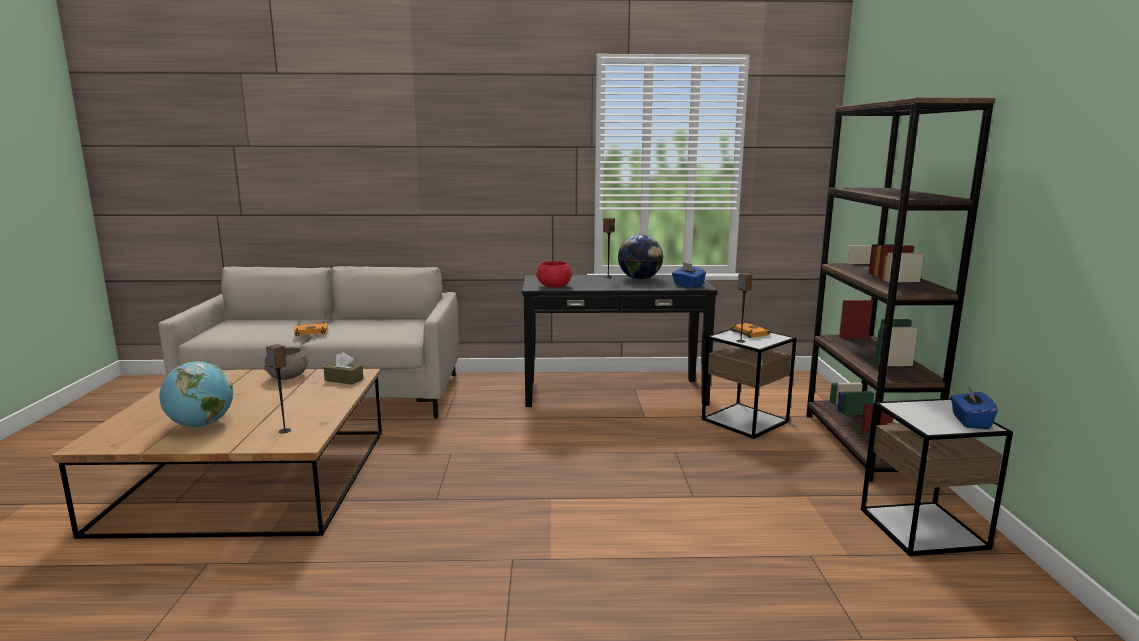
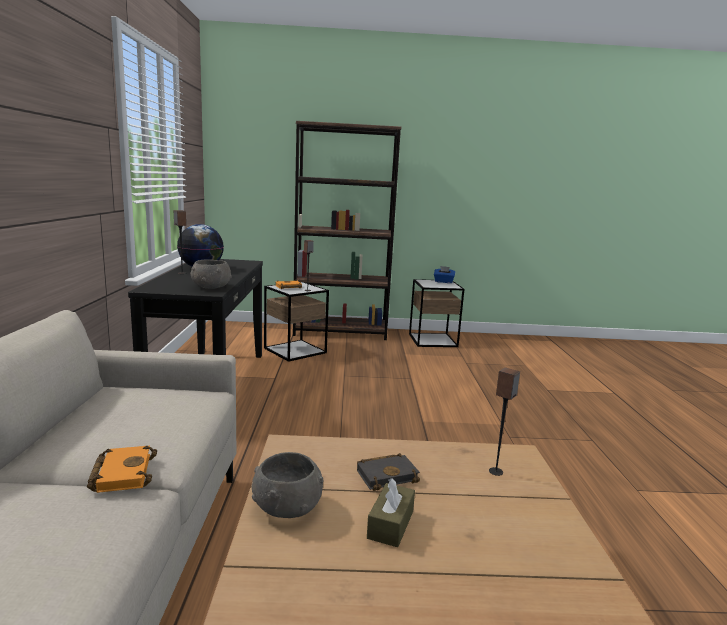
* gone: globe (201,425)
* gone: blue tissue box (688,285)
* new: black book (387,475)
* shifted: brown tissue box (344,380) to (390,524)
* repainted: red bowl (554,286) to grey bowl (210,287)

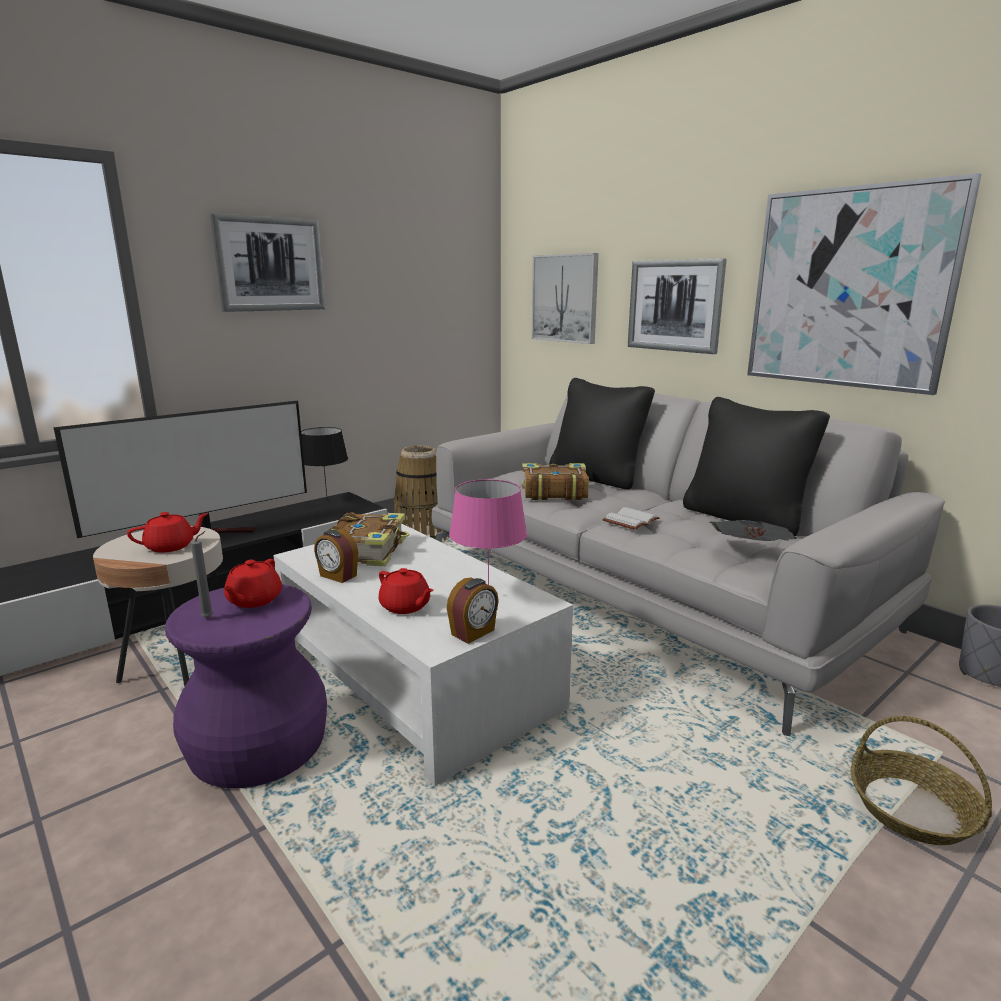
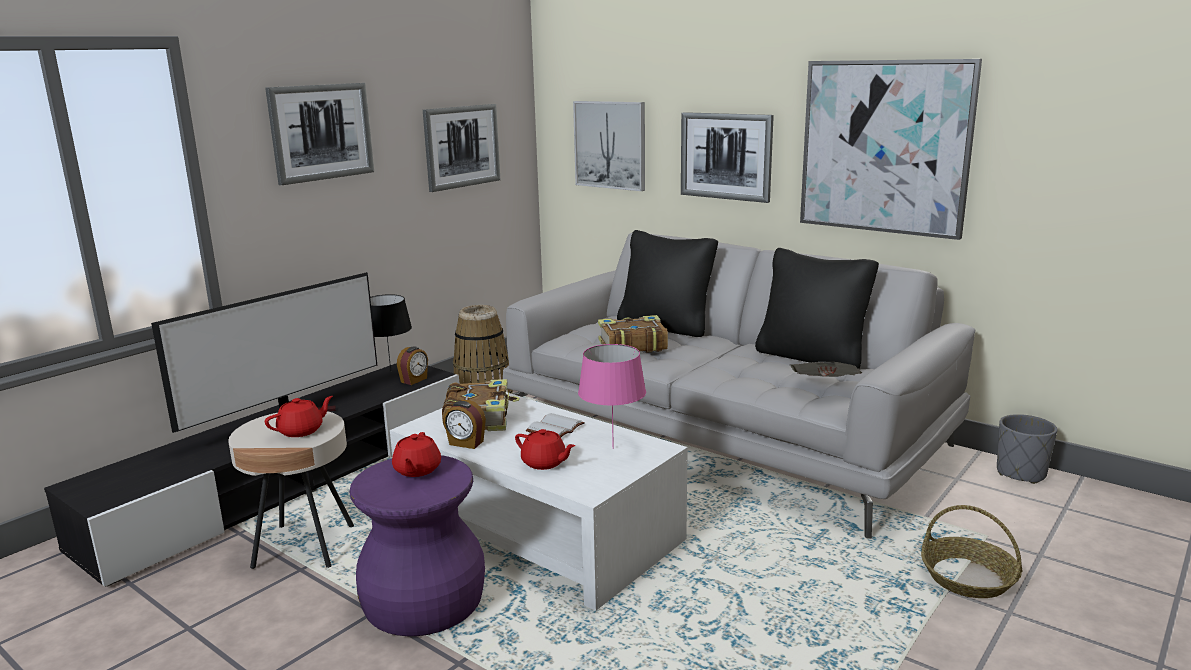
* gone: grey candle (209,618)
* new: picture (462,146)
* shifted: alarm clock (473,633) to (414,380)
* shifted: white book (631,521) to (556,429)

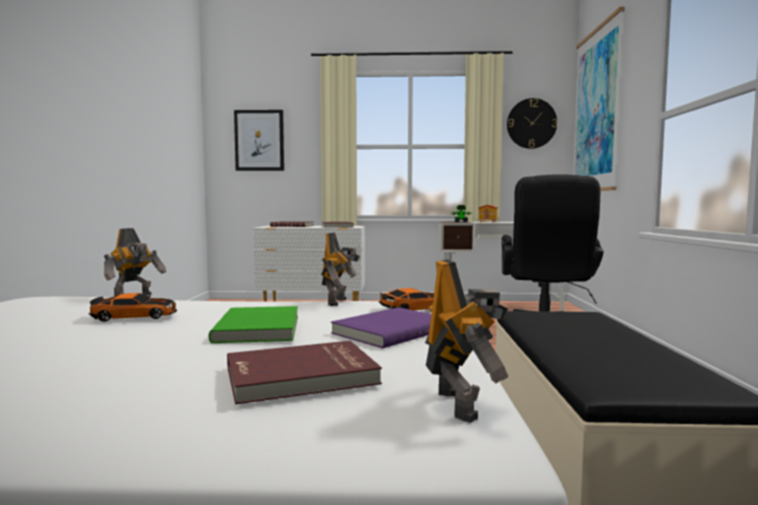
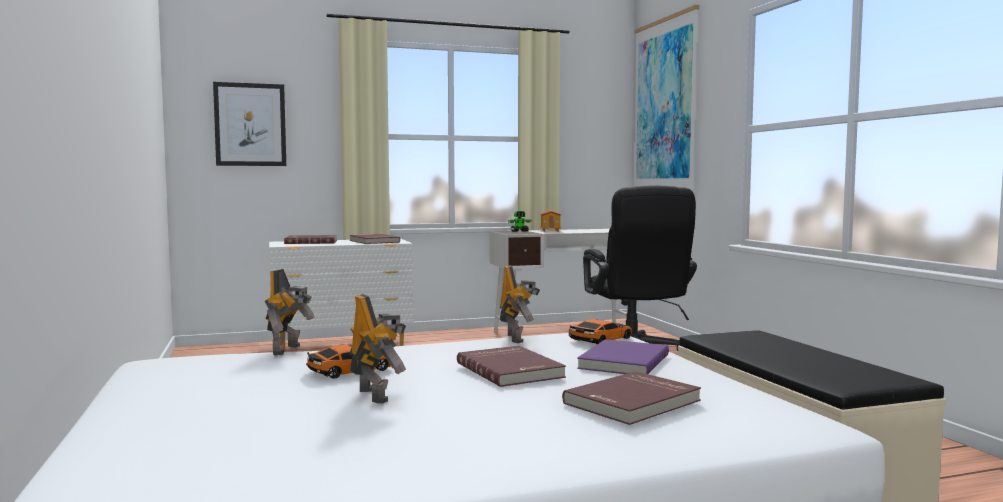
* gone: wall clock (531,123)
* shifted: toy robot (460,404) to (376,395)
* repainted: green book (260,328) to red book (511,370)

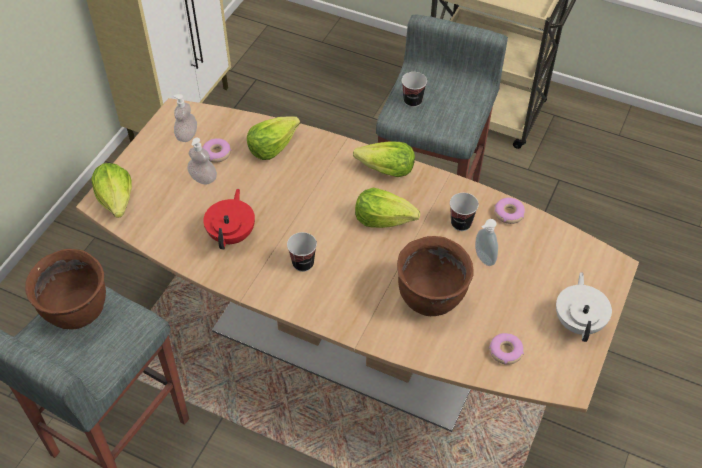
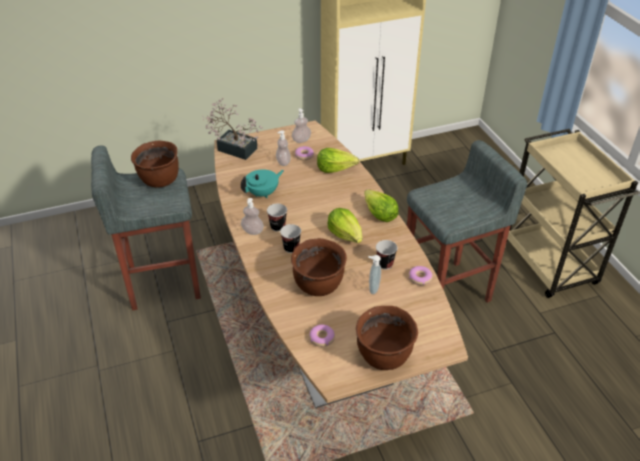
* new: soap dispenser (252,231)
* shifted: cup (412,101) to (291,248)
* swapped: lettuce (117,200) to potted plant (234,148)
* swapped: white teapot (579,322) to brown cooking pot (384,357)
* repainted: red teapot (232,234) to turquoise teapot (263,193)

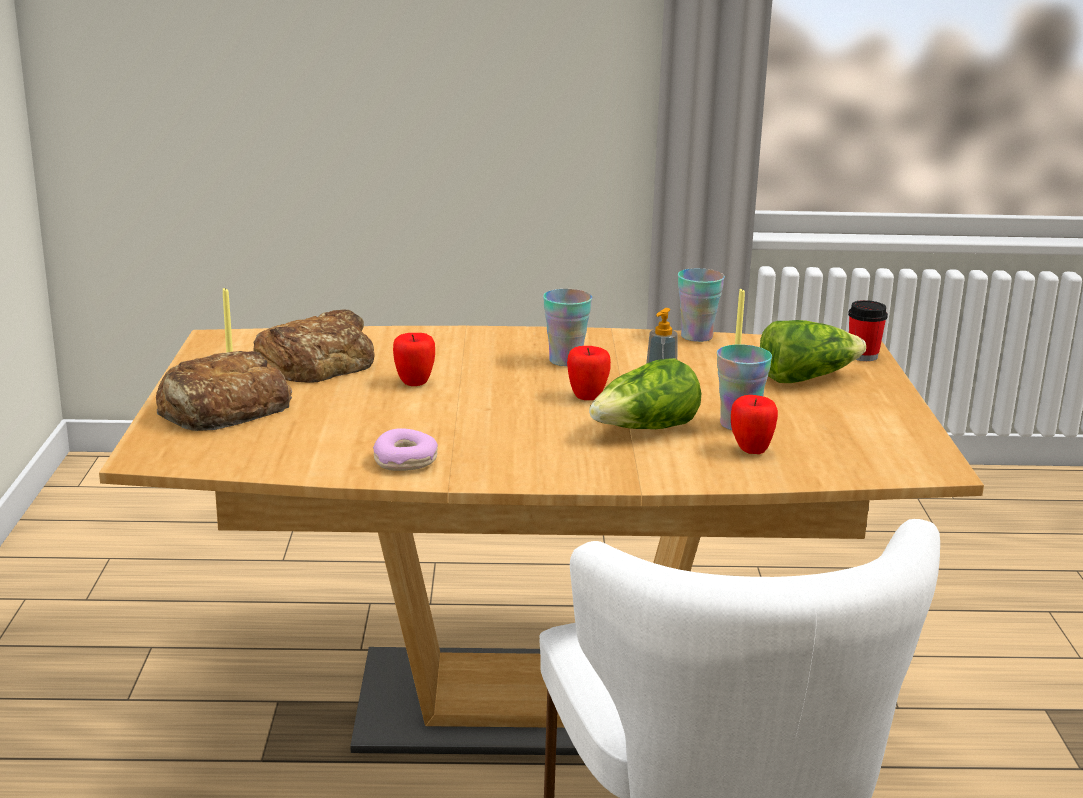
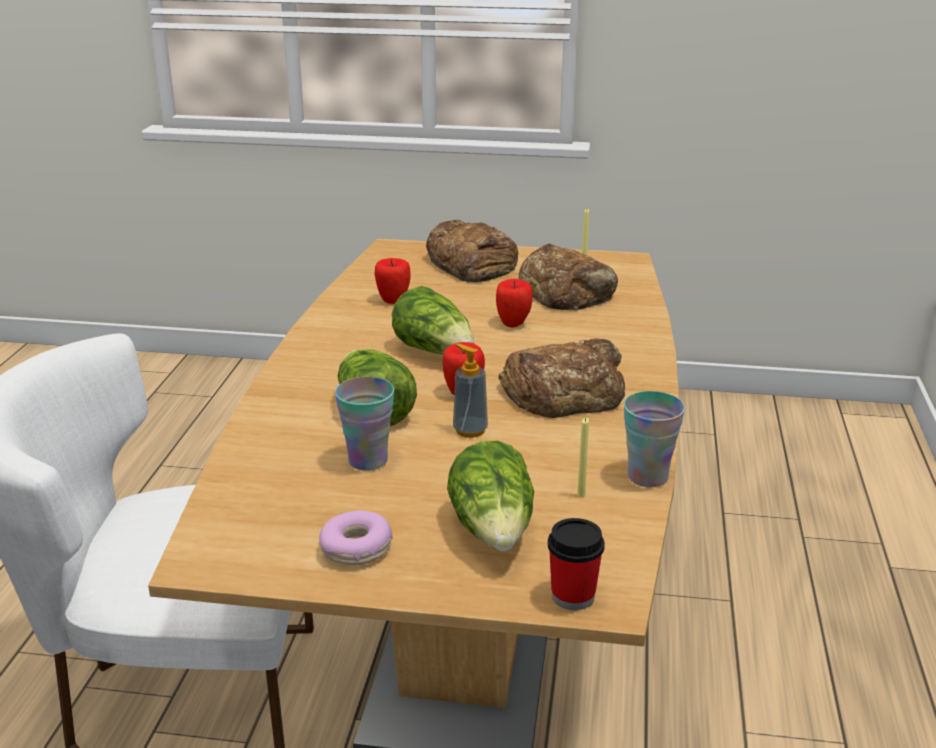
* new: lettuce (435,351)
* shifted: donut (405,461) to (356,549)
* shifted: apple (751,450) to (393,300)
* swapped: cup (565,361) to bread (565,391)

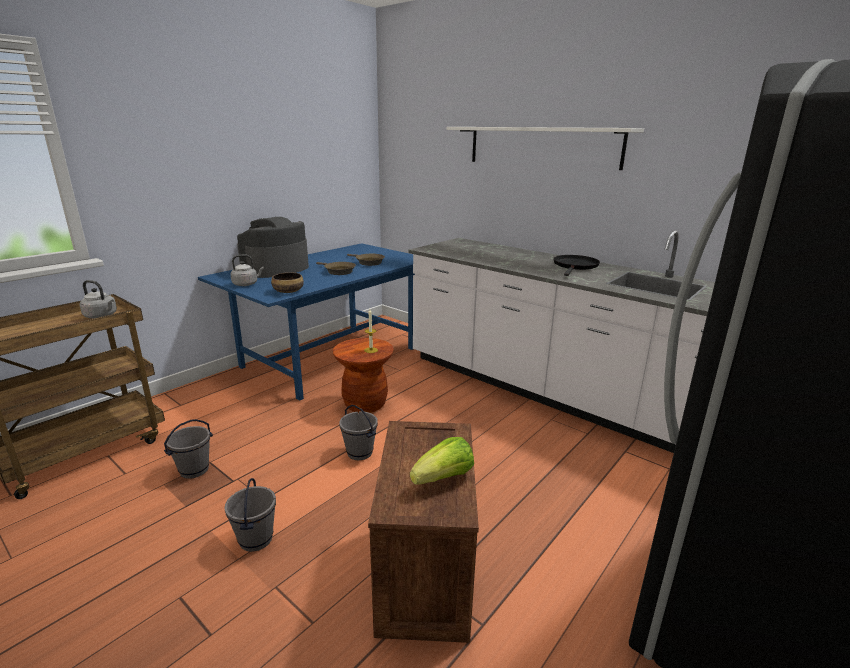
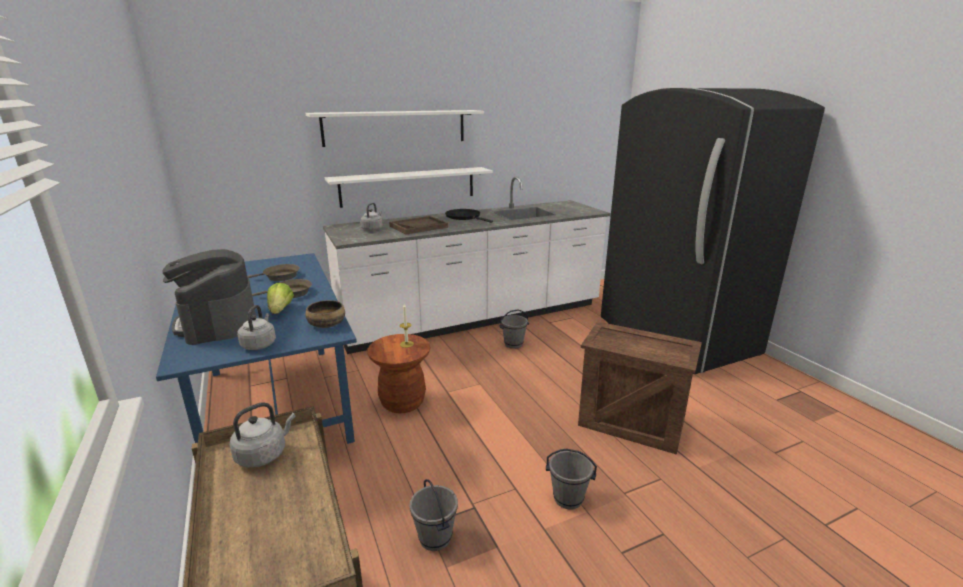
* new: white shelf (408,186)
* new: grey kettle (373,229)
* new: brown tray (418,226)
* shifted: grey bucket (360,453) to (513,344)
* shifted: lettuce (444,478) to (280,310)

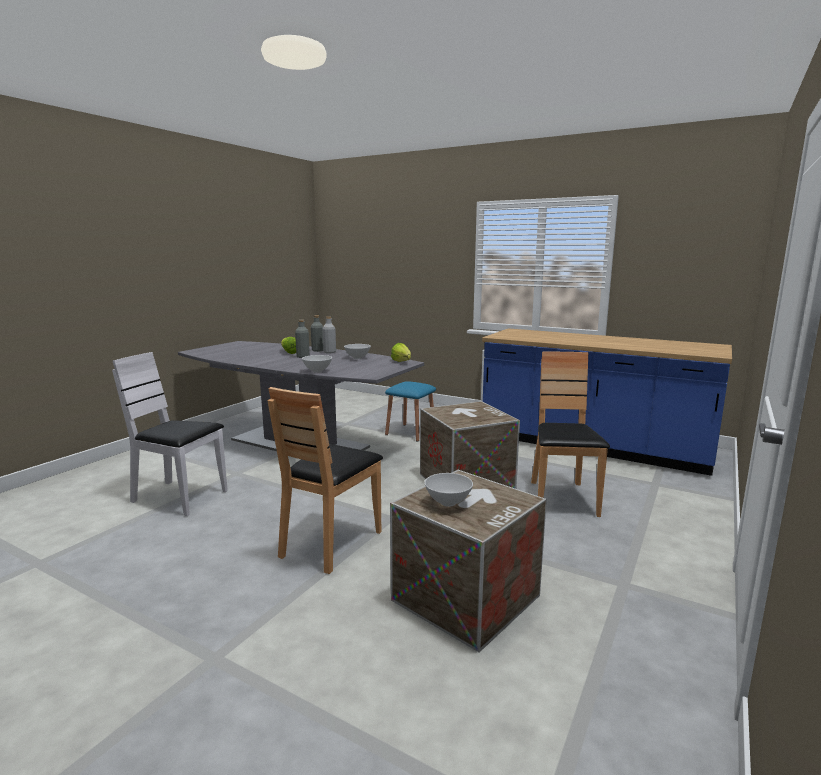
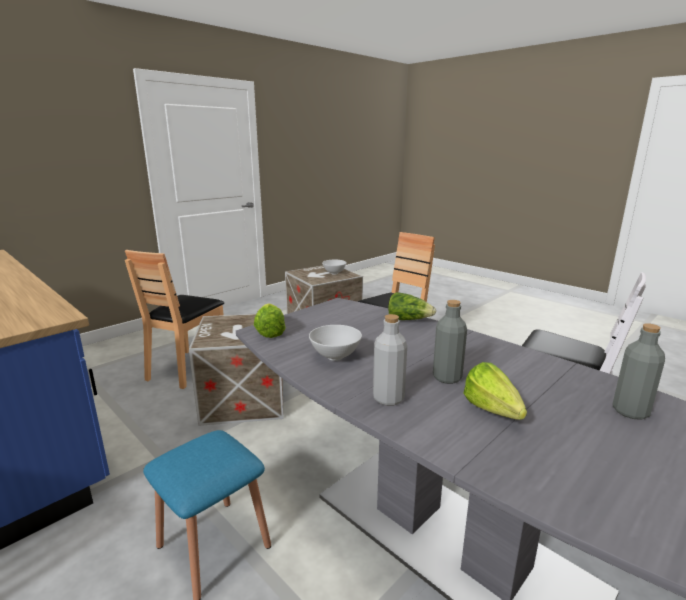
* shifted: grey bottle (318,350) to (630,411)
* swapped: white bowl (317,371) to lettuce (408,320)

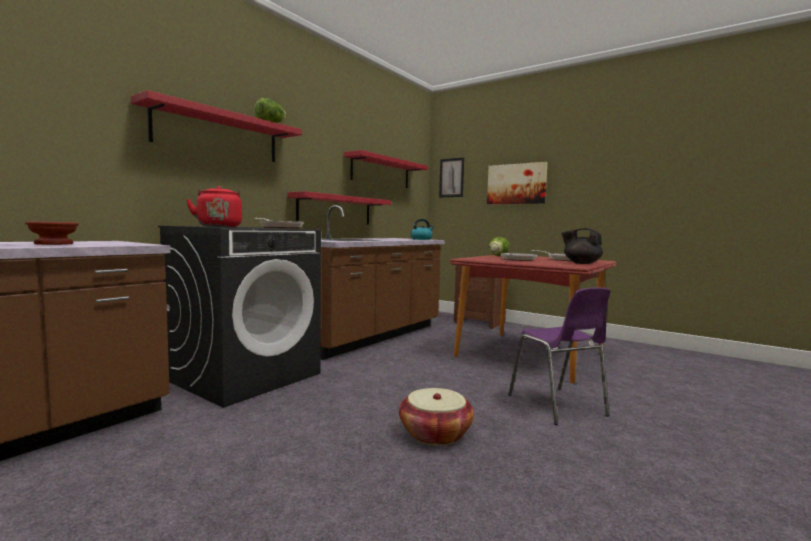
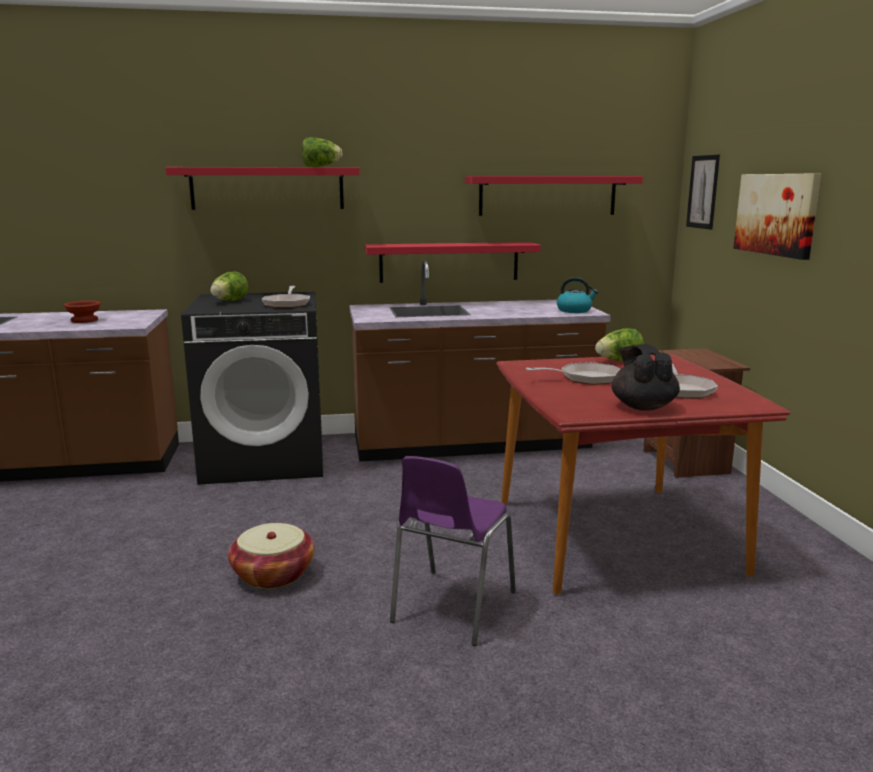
* swapped: red kettle (219,226) to lettuce (229,301)

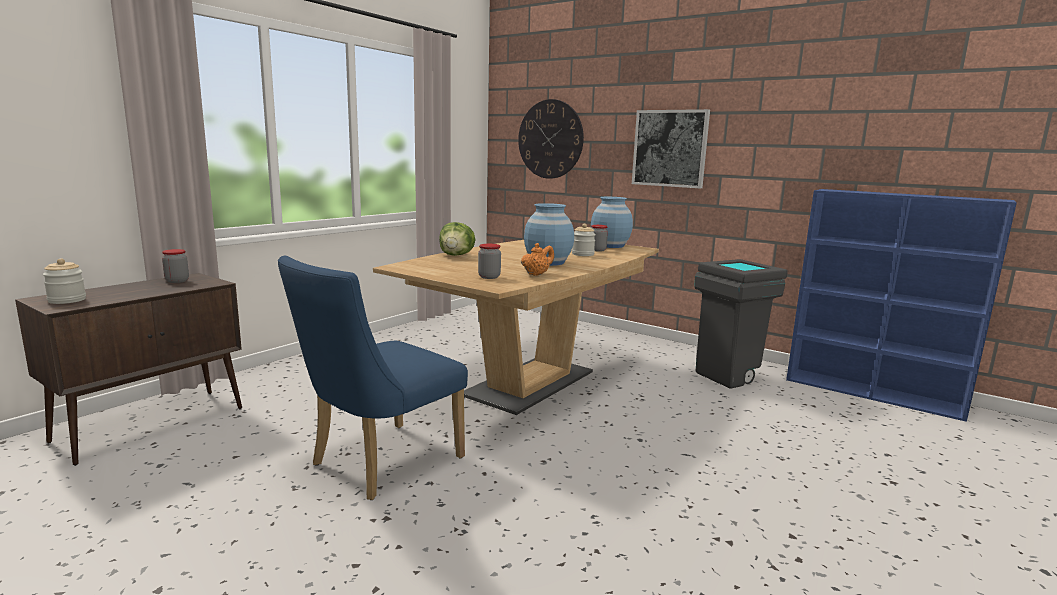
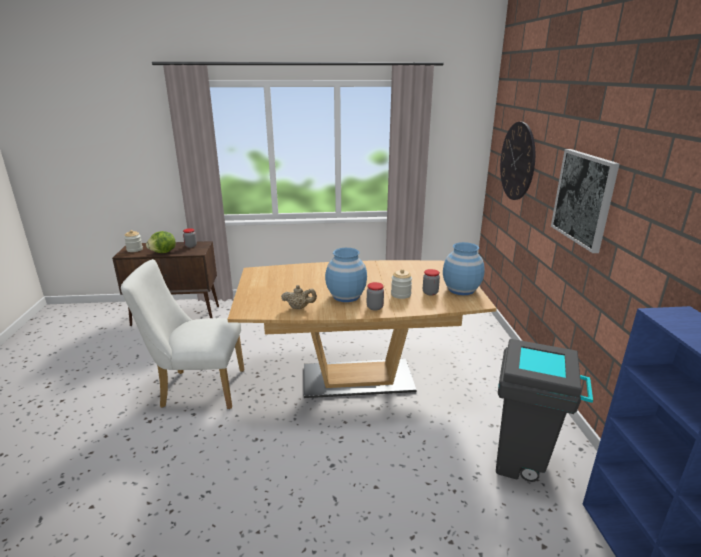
* shifted: lettuce (456,255) to (163,252)
* shifted: jar (489,277) to (374,307)
* repainted: blue chair (378,464) to white chair (197,389)
* repainted: orange teapot (537,274) to beige teapot (299,308)

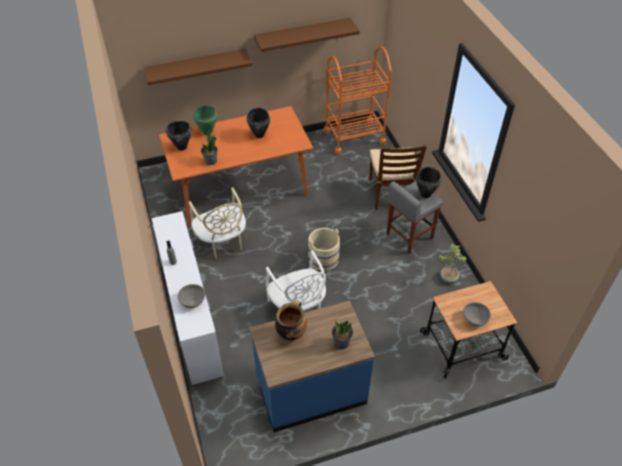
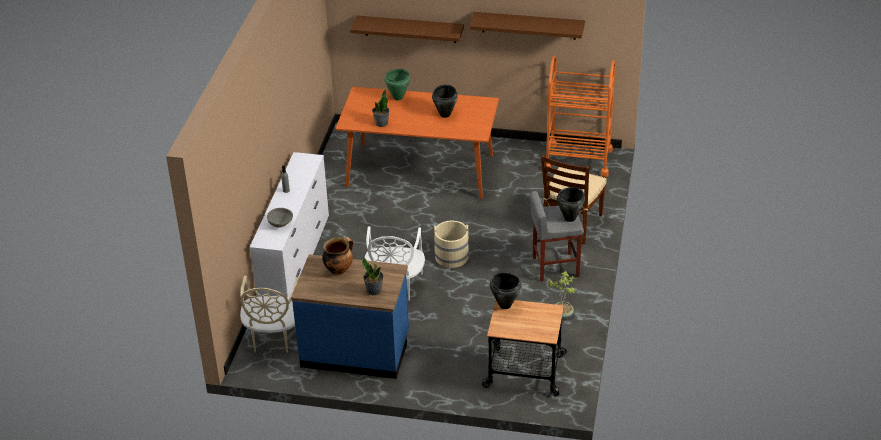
* gone: grey bowl (475,319)
* shifted: black cooking pot (181,147) to (505,305)
* shifted: beige chair (222,242) to (274,337)

